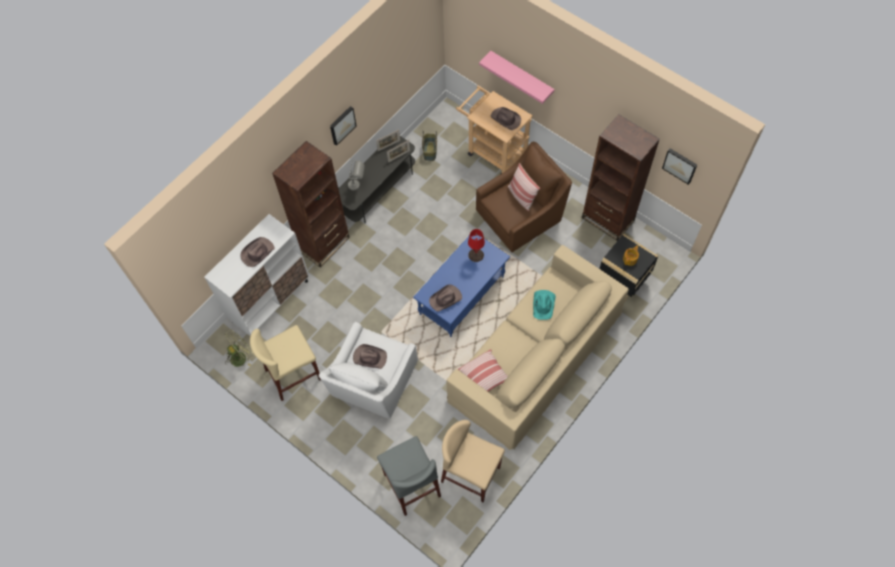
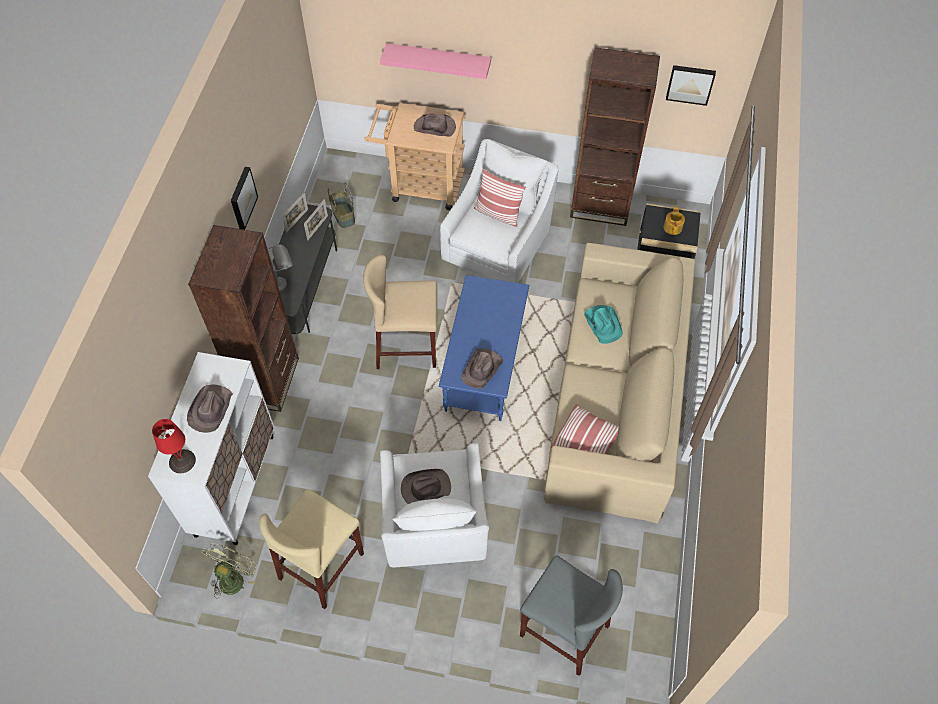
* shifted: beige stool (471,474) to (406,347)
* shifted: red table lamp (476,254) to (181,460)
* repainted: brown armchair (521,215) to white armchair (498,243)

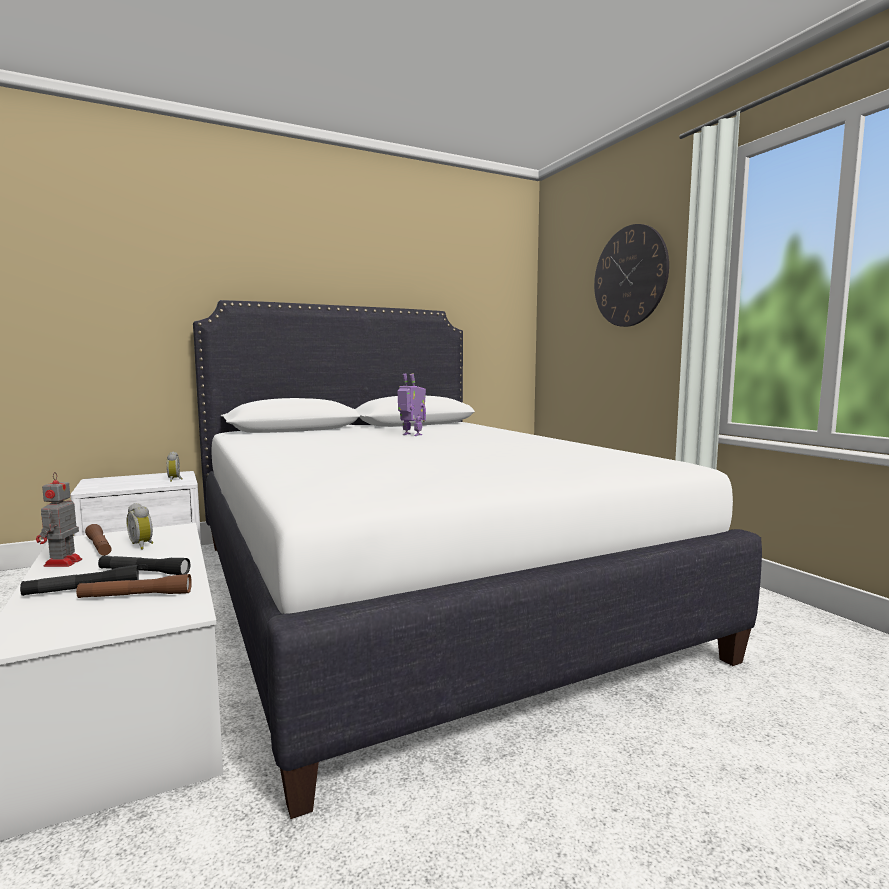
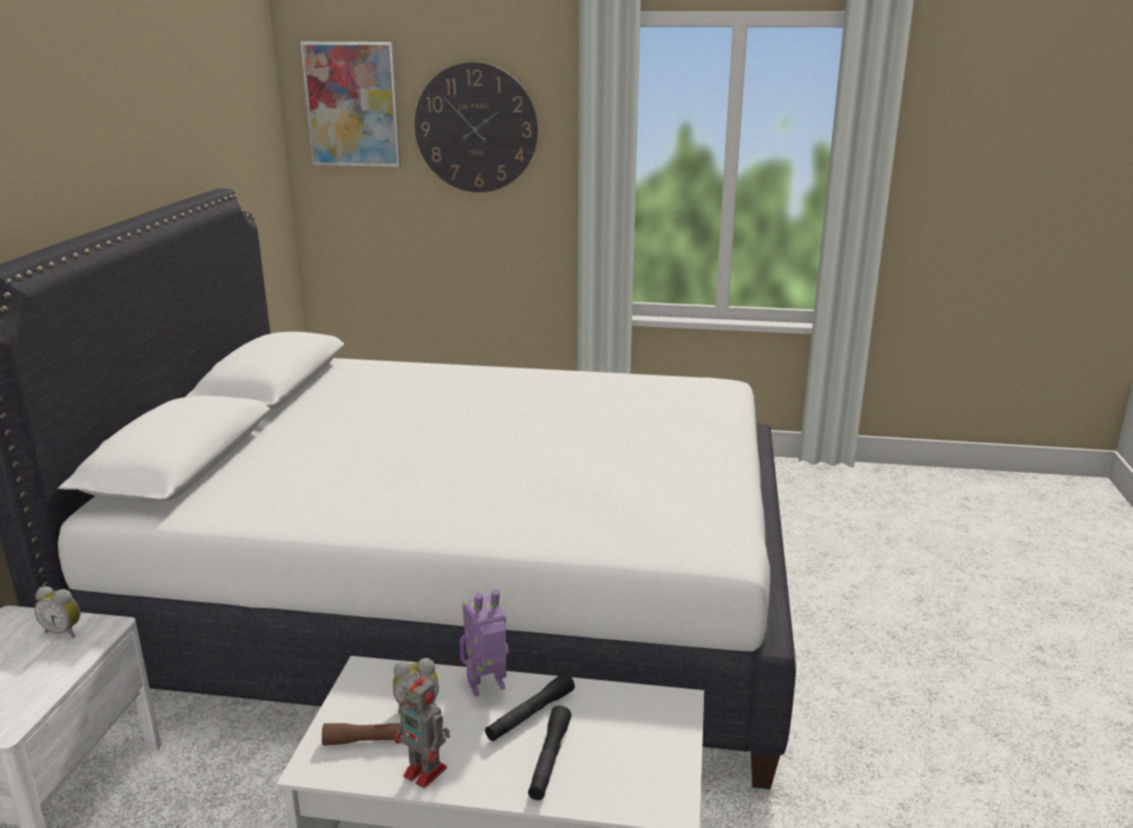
* gone: brown flashlight (135,596)
* new: picture (352,104)
* shifted: toy robot (411,435) to (488,688)

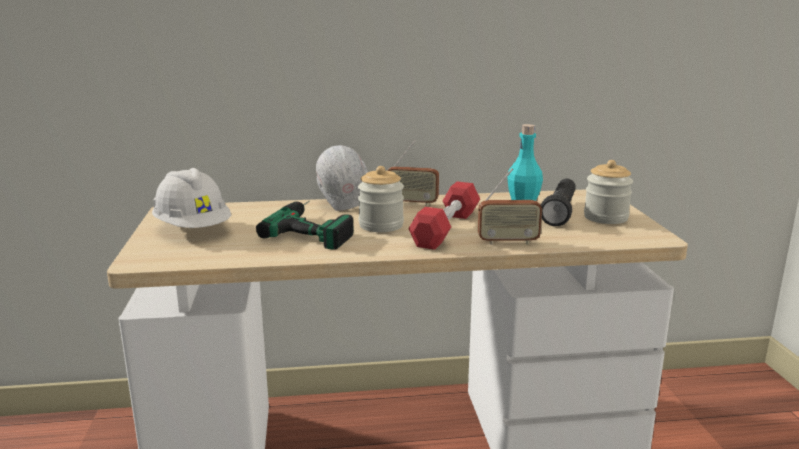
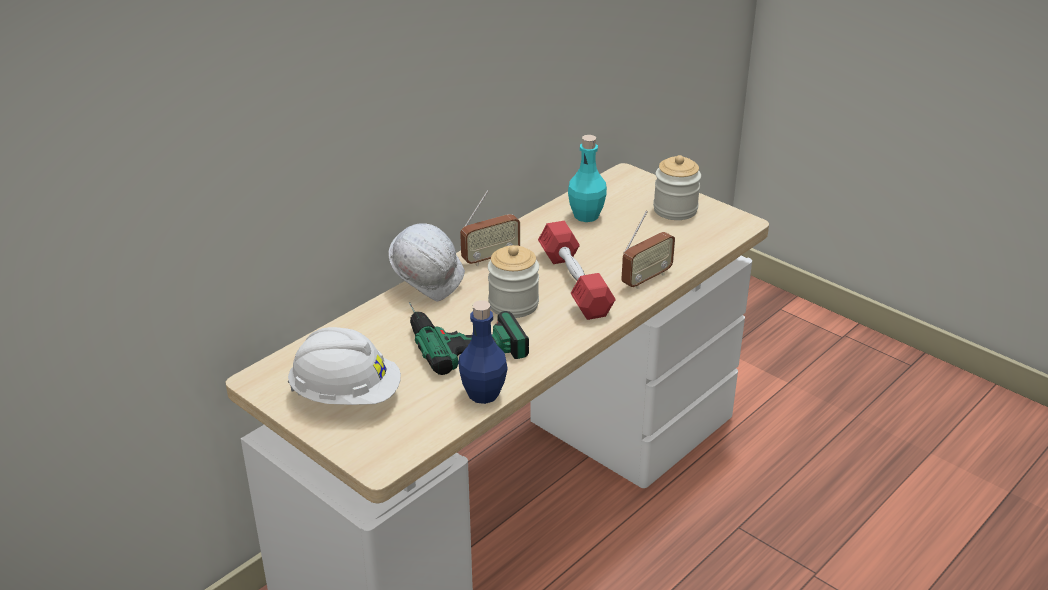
* gone: black flashlight (559,213)
* new: blue bottle (483,394)

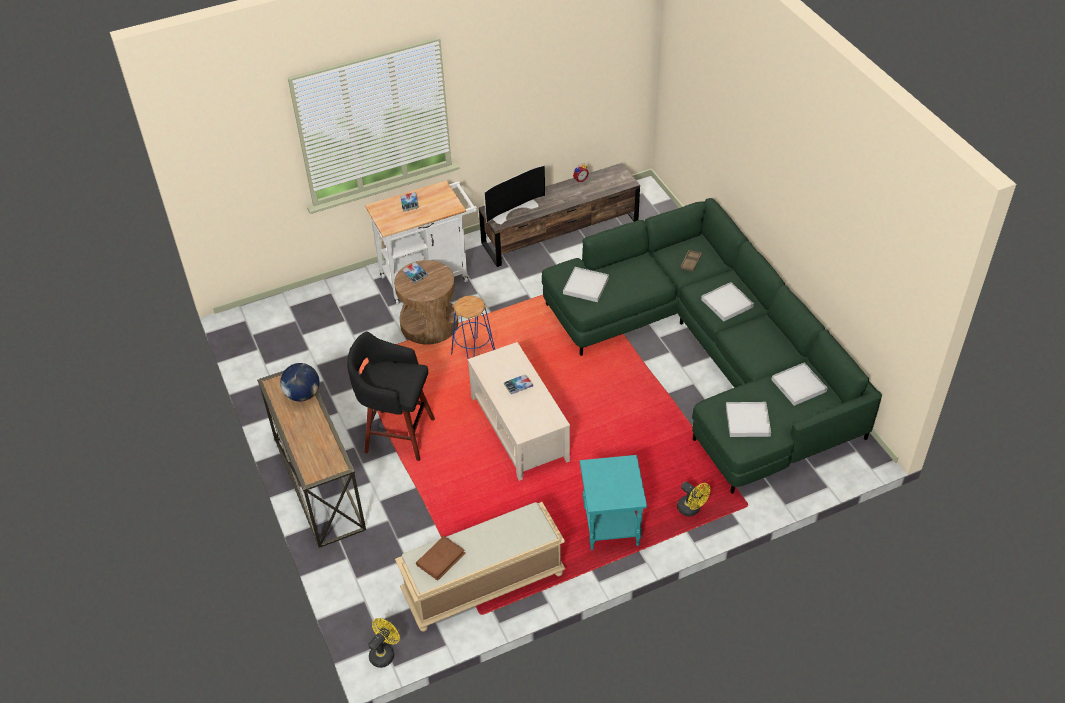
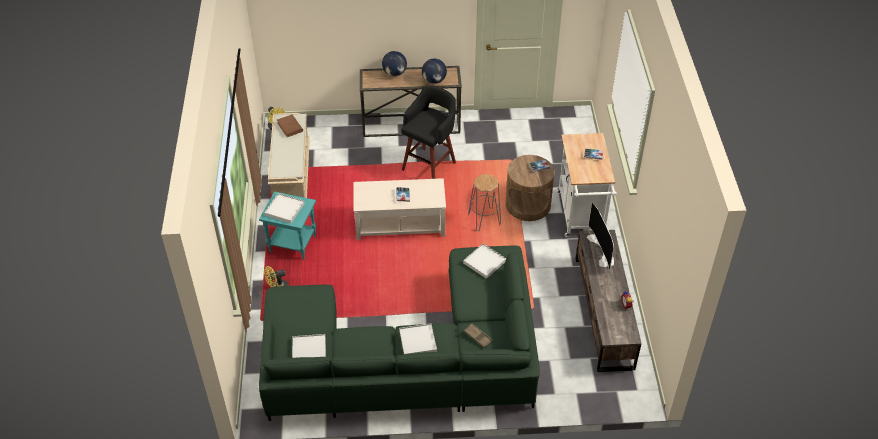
* new: globe (394,73)
* shifted: white tray (747,421) to (285,209)
* repainted: blue stool (473,354) to grey stool (484,220)

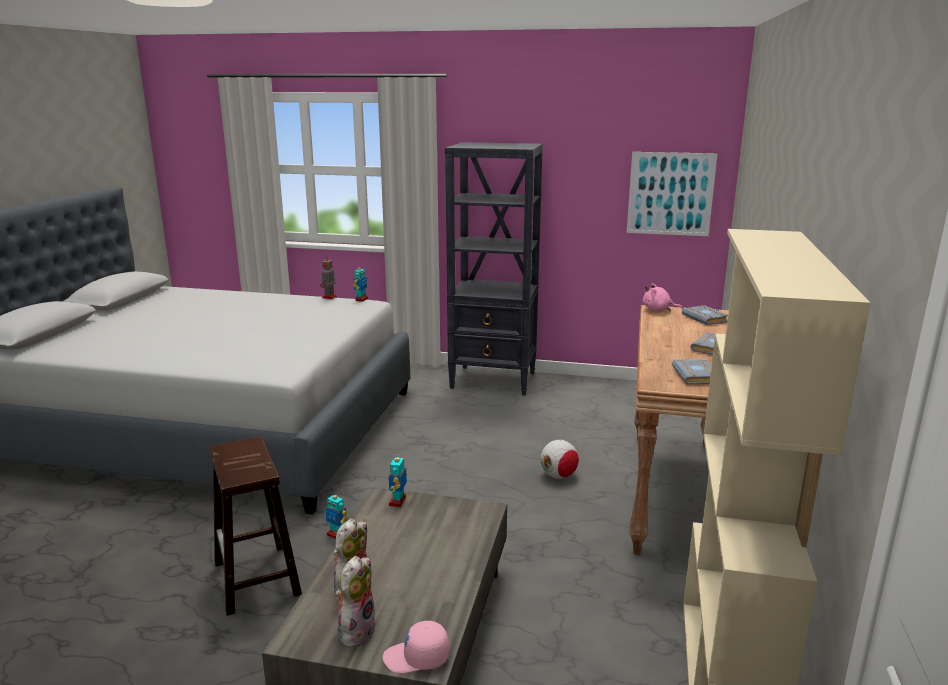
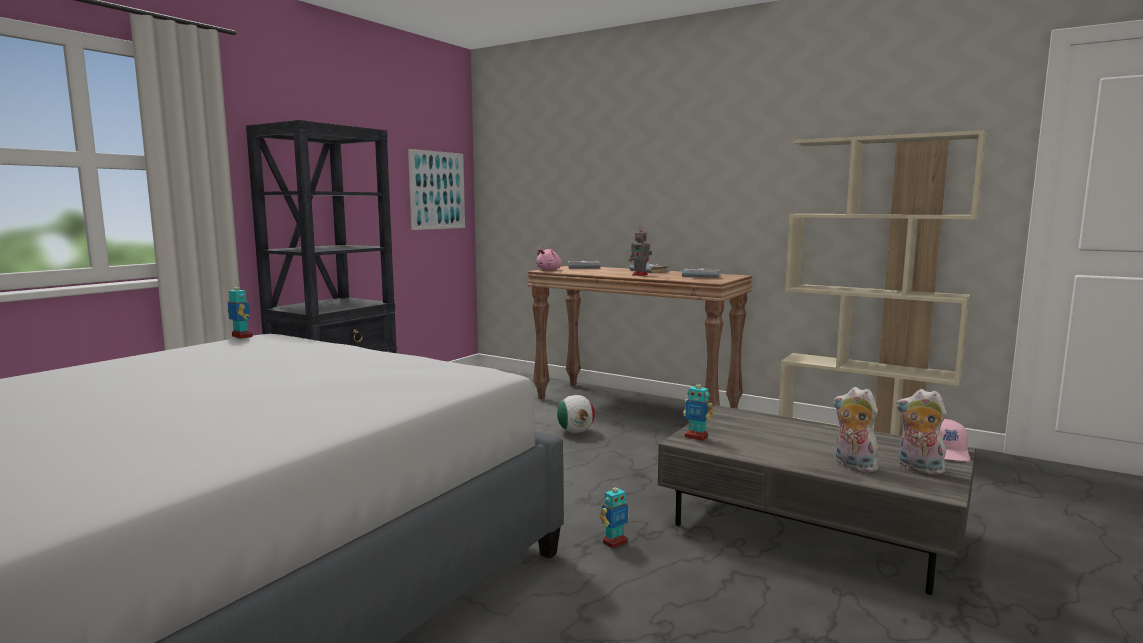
* gone: brown stool (257,579)
* shifted: toy robot (329,297) to (640,275)

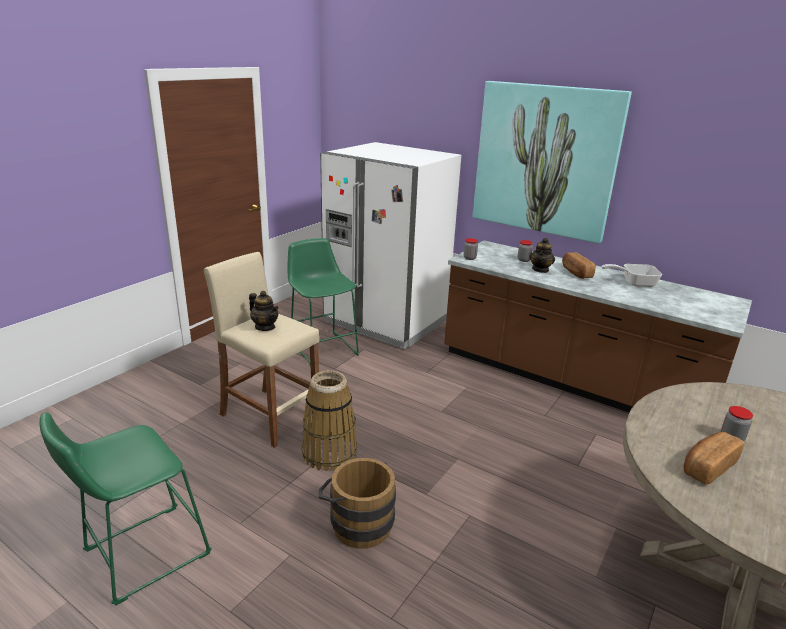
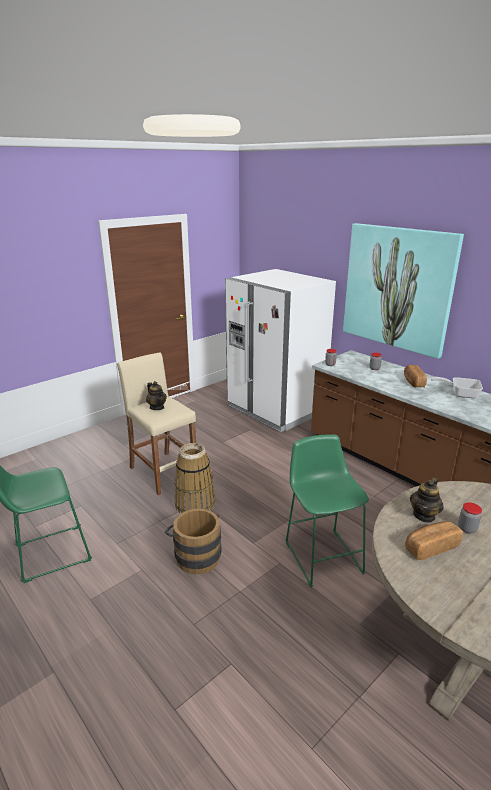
* shifted: green stool (322,347) to (322,554)
* shifted: teapot (540,269) to (424,515)

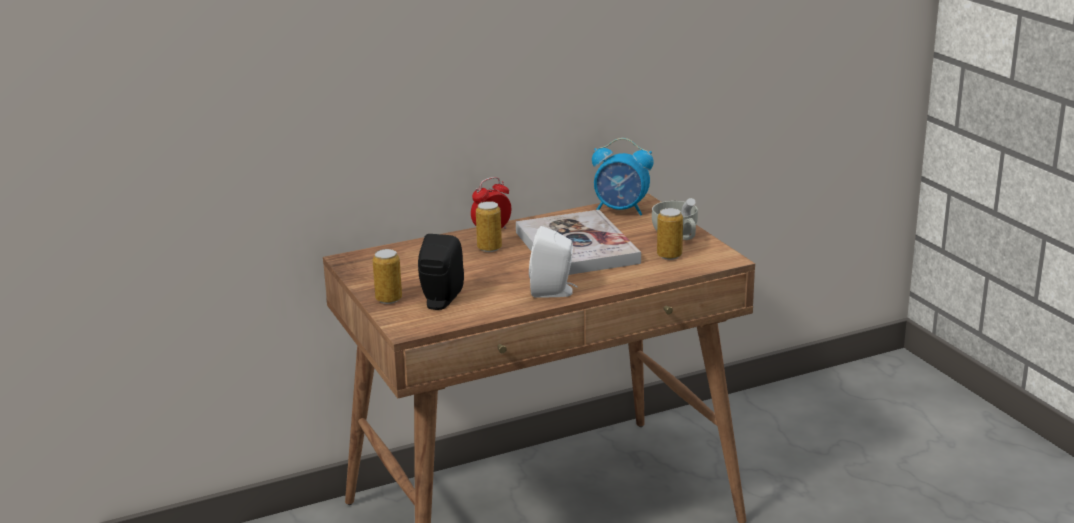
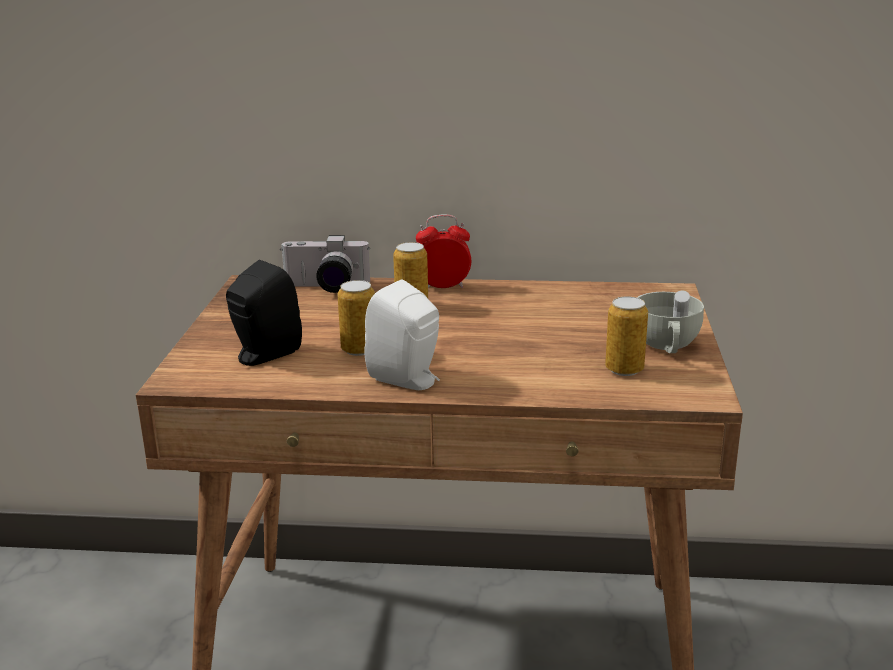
* gone: book (576,247)
* gone: alarm clock (621,210)
* new: photo camera (326,288)
* shifted: can (389,299) to (359,350)

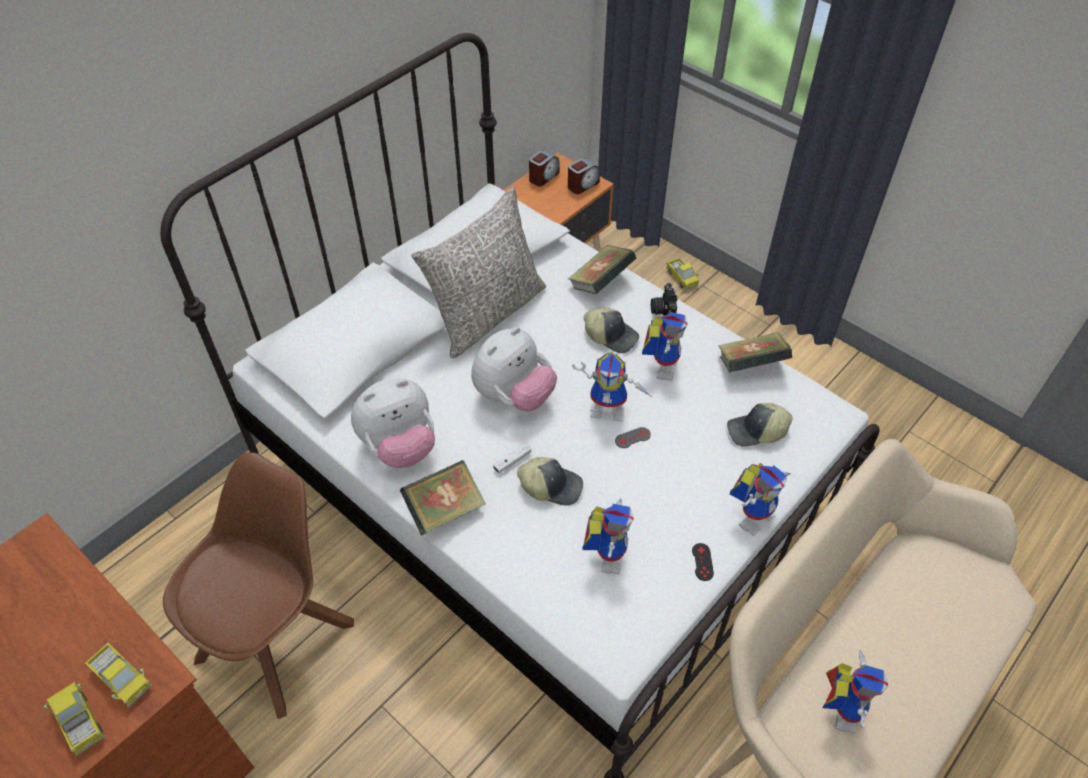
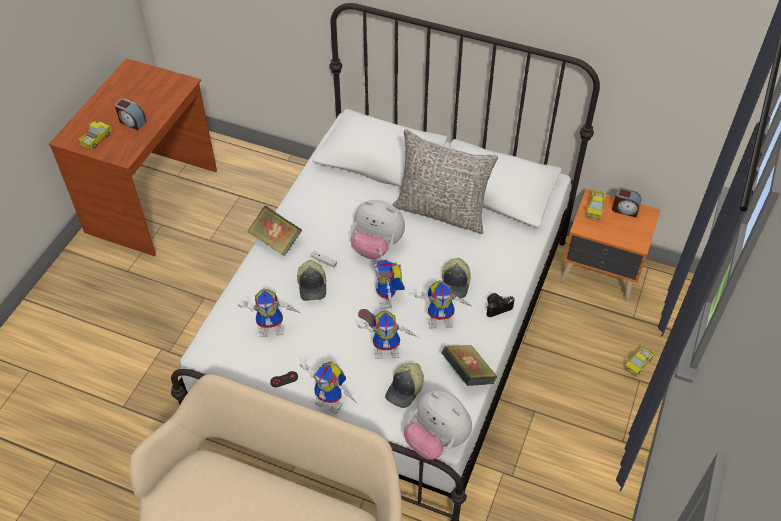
* gone: brown chair (279,638)
* gone: book (601,283)
* shifted: toy truck (122,678) to (595,208)
* shifted: plush toy (400,446) to (436,440)
* shifted: alarm clock (582,185) to (132,122)
* shifted: toy robot (839,707) to (388,349)
* rotated: cap (757,432) = (405,389) 120 degrees counterclockwise

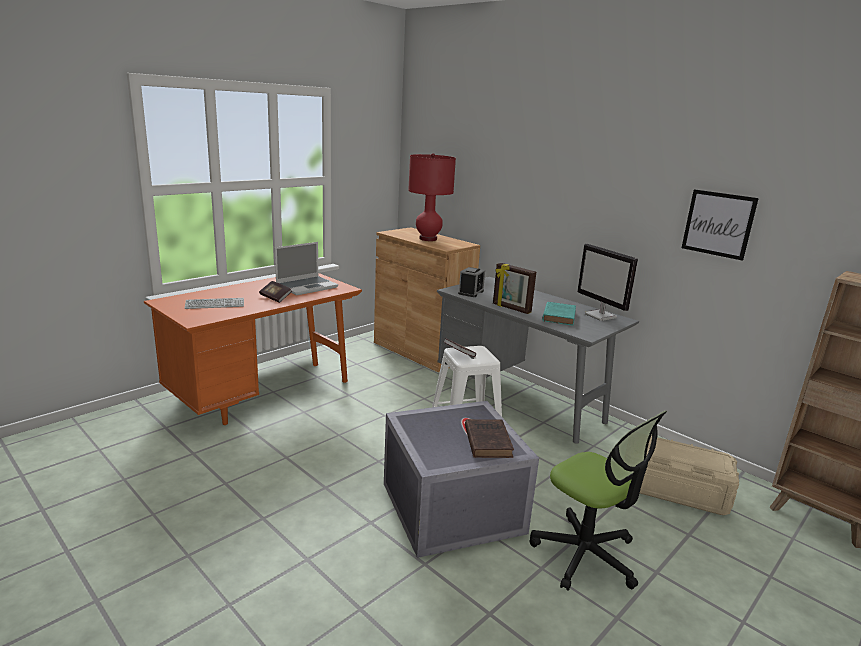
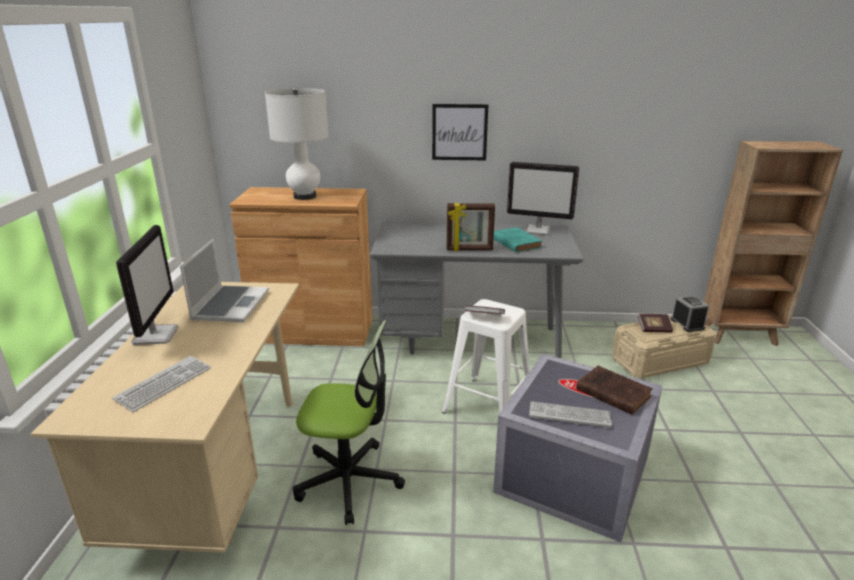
* new: monitor (155,335)
* new: keyboard (569,415)
* shifted: book (275,298) to (654,329)
* shifted: alarm clock (471,292) to (687,324)
* shifted: office chair (585,555) to (349,480)
* shifted: picture (718,224) to (459,132)
* repainted: orange desk (264,394) to beige desk (219,473)
* repainted: red table lamp (428,239) to white table lamp (304,196)

